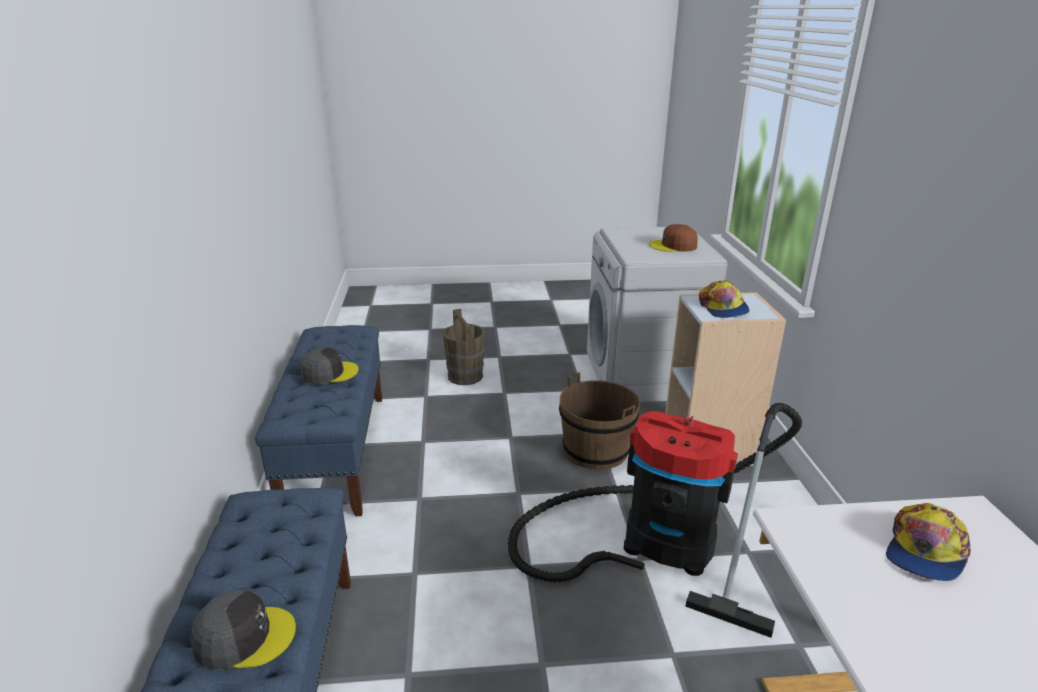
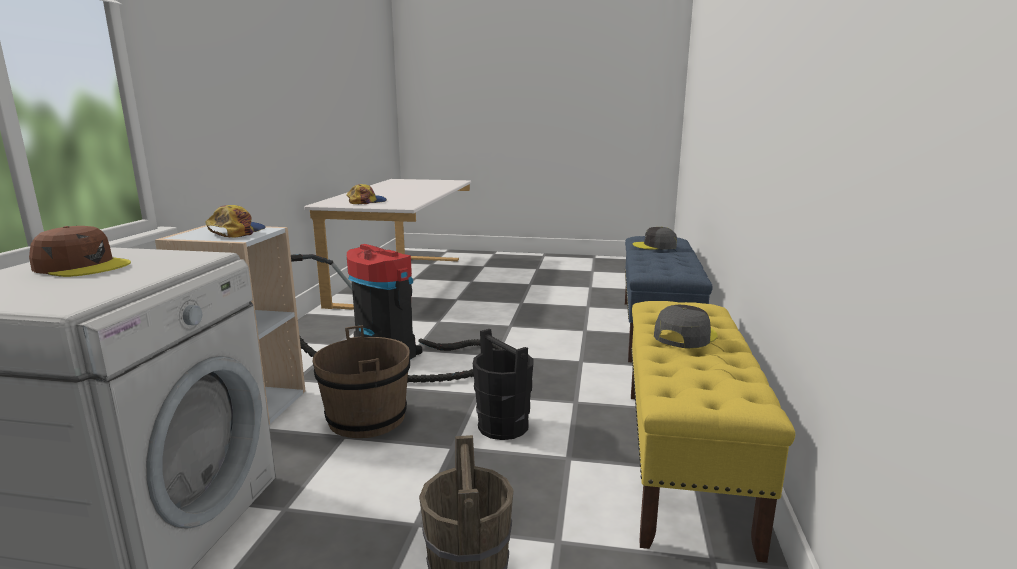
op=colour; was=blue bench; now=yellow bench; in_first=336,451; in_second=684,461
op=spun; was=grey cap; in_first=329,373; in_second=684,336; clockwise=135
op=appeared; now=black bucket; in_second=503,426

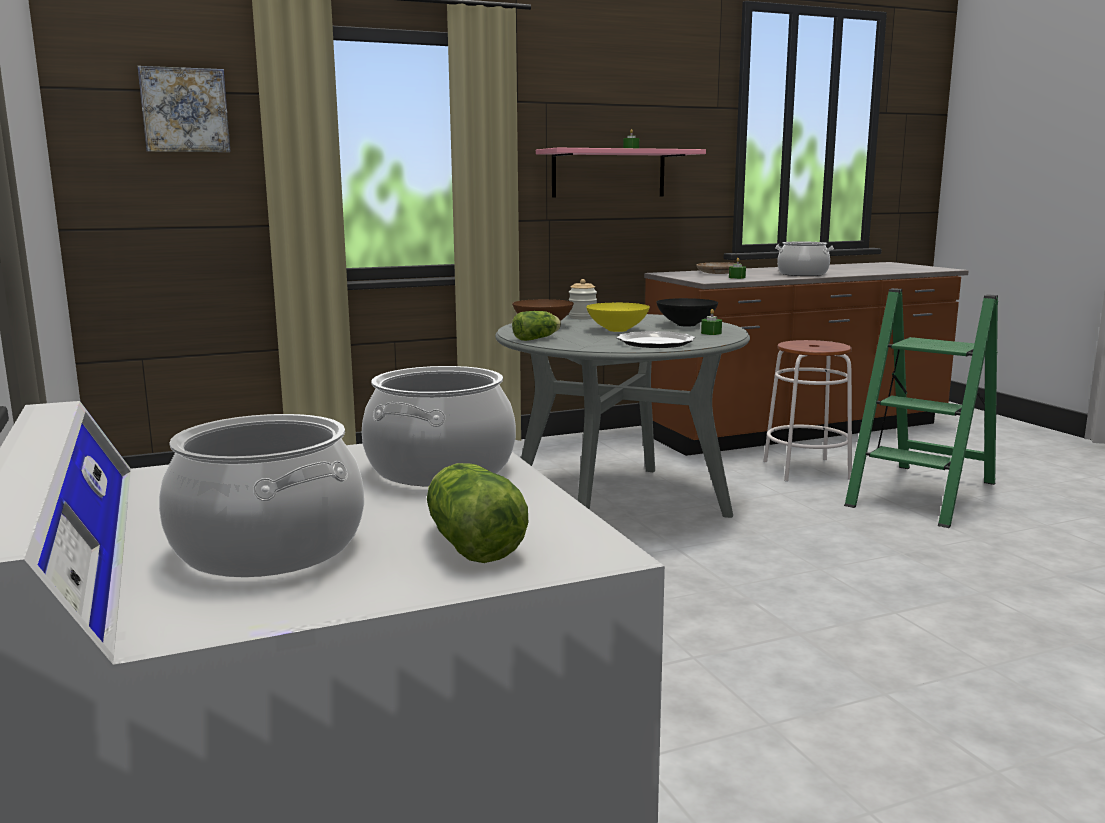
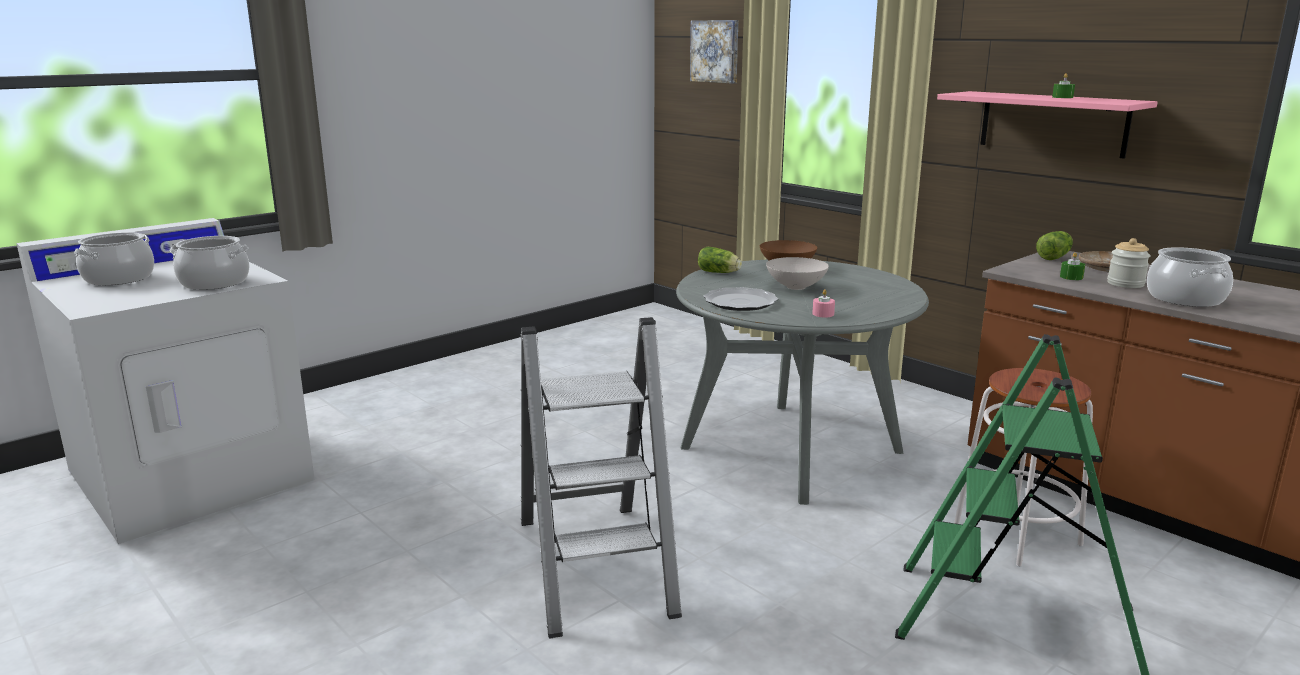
op=relocated; was=lettuce; in_first=471,543; in_second=1055,257
op=relocated; was=jar; in_first=582,317; in_second=1125,284
op=colour; was=yellow bowl; now=white bowl; in_first=618,330; in_second=795,287
op=missing; was=black bowl; in_first=685,324
op=colour; was=green candle; now=pink candle; in_first=711,333; in_second=823,314
op=appeared; now=grey step ladder; in_second=594,564

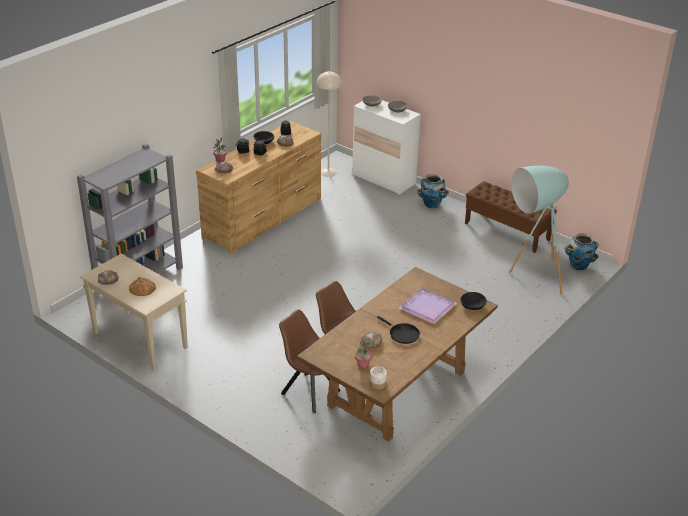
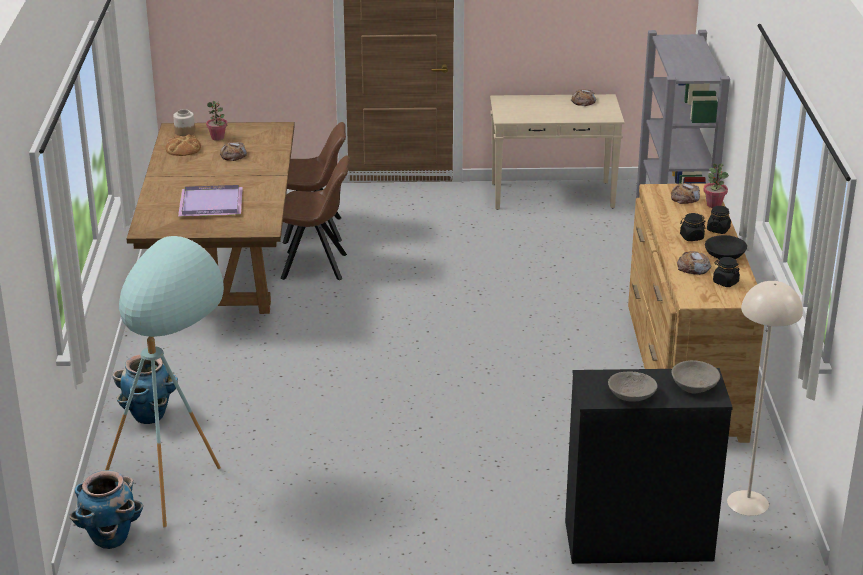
op=relocated; was=bread; in_first=142,288; in_second=183,148
op=colour; was=white dresser; now=black dresser; in_first=383,179; in_second=638,541
op=missing; was=black frying pan; in_first=402,334
op=relocated; was=planter; in_first=431,204; in_second=149,416
op=missing; was=black bowl; in_first=473,305
op=missing; was=brown bench; in_first=507,231

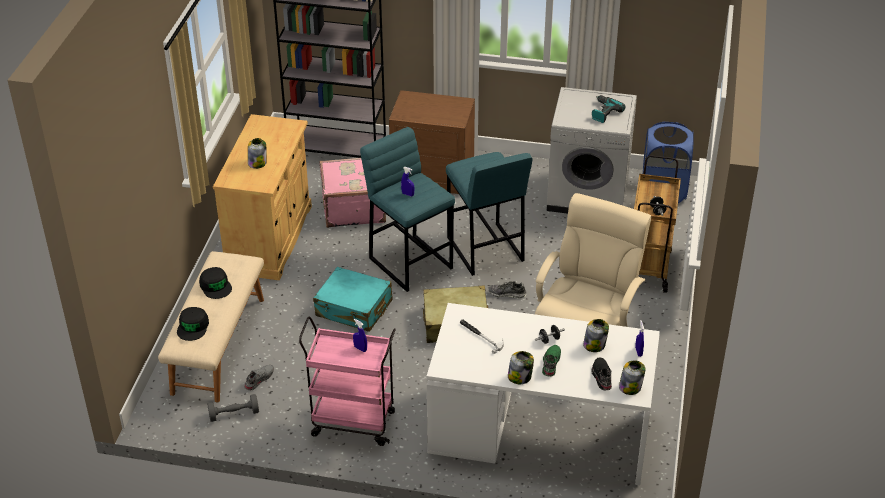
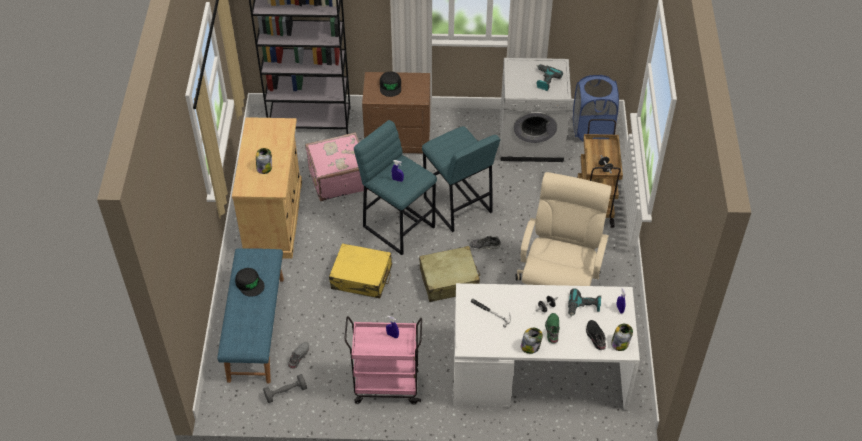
op=colour; was=beige bench; now=blue bench; in_first=217,345; in_second=255,328
op=relocated; was=black cap; in_first=193,327; in_second=390,86
op=colour; was=turquoise suitcase; now=yellow suitcase; in_first=354,308; in_second=361,277
op=exchanged; was=jar; now=power drill; in_first=594,345; in_second=583,307

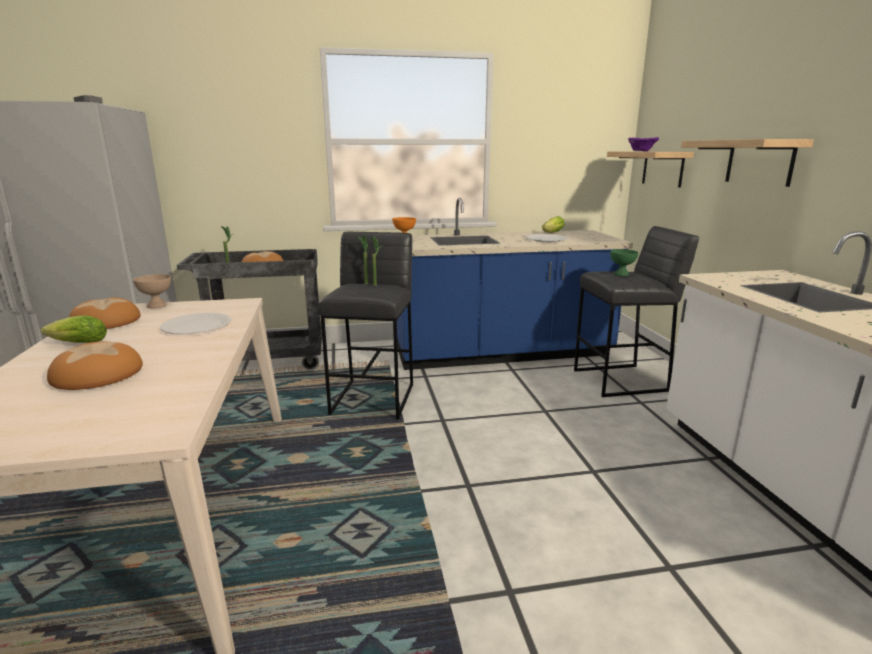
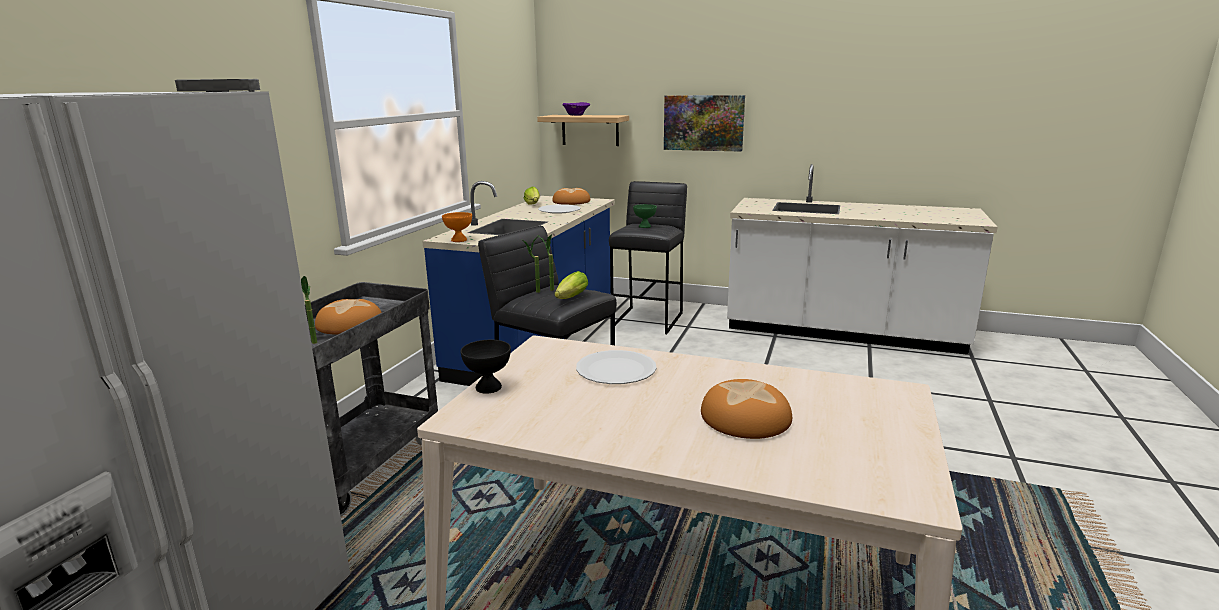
op=relocated; was=lettuce; in_first=76,343; in_second=570,299
op=relocated; was=bread; in_first=107,321; in_second=571,202
op=colour; was=beige bowl; now=black bowl; in_first=157,305; in_second=487,387
op=exchanged; was=shelf; now=picture; in_first=759,162; in_second=703,123

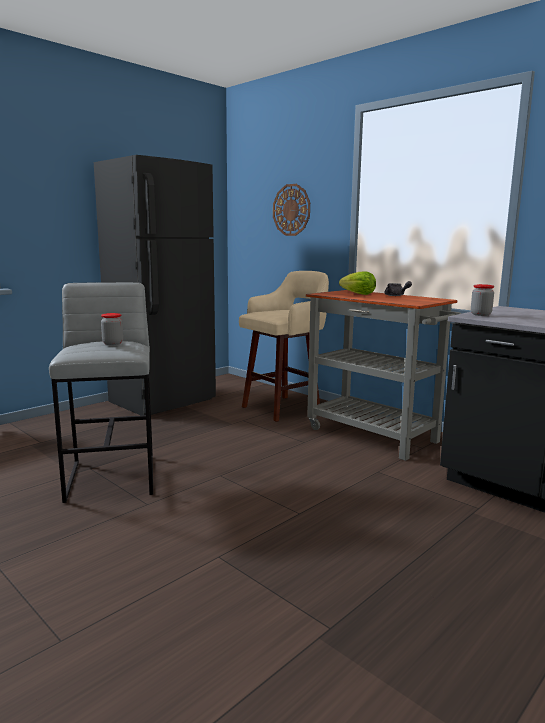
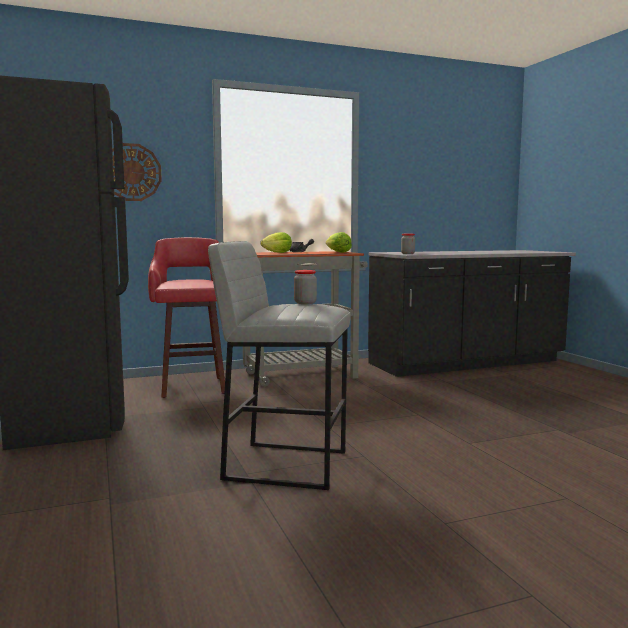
op=colour; was=beige stool; now=red stool; in_first=284,408; in_second=193,386
op=appeared; now=lettuce; in_second=338,252

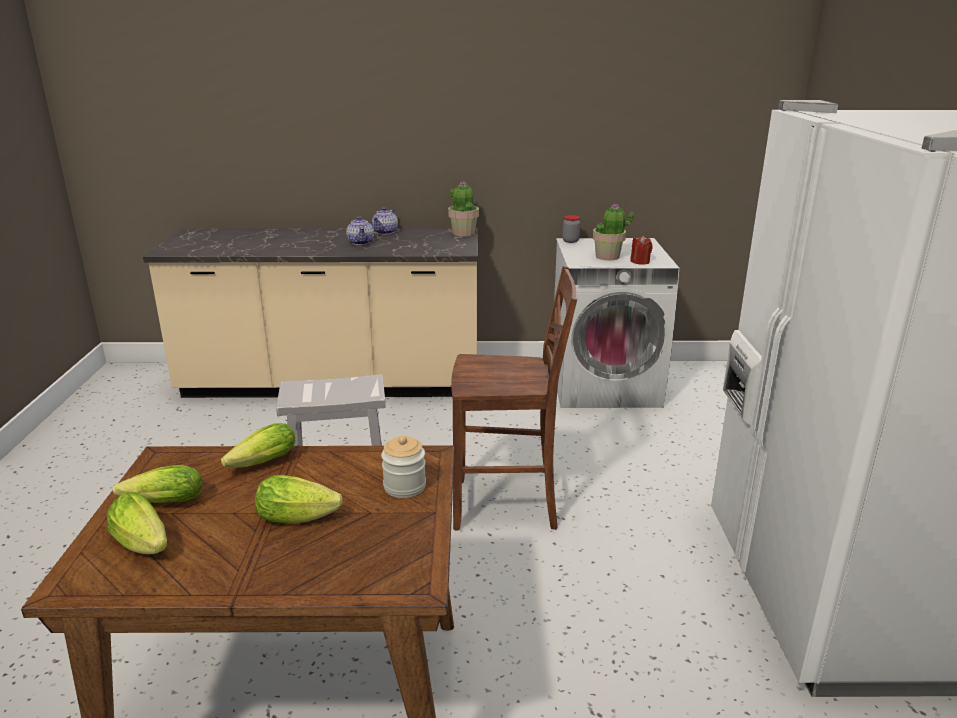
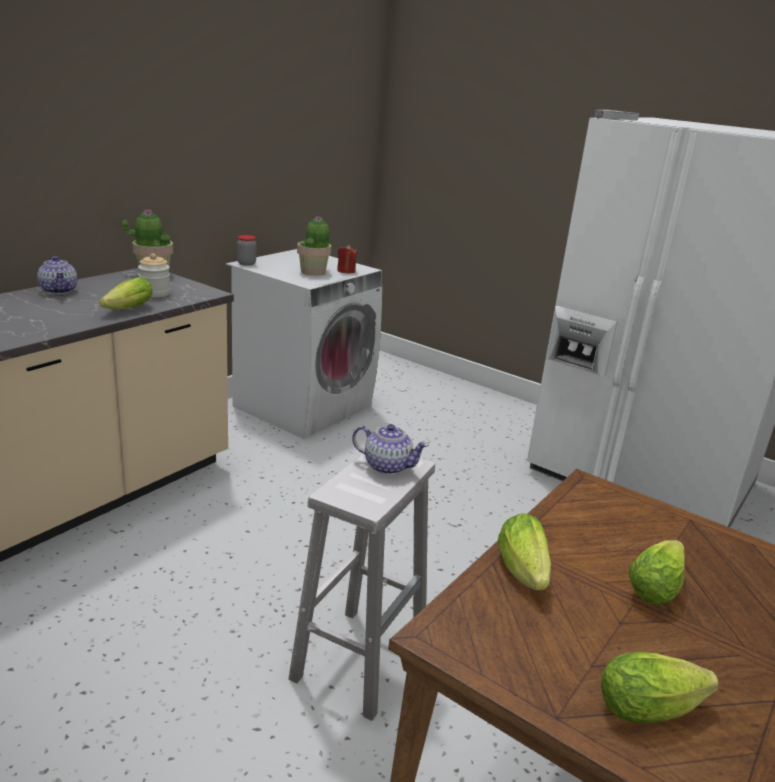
op=relocated; was=lettuce; in_first=161,503; in_second=126,310
op=relocated; was=teapot; in_first=361,242; in_second=387,466
op=relocated; was=jar; in_first=404,486; in_second=155,293
op=missing; was=brown chair; in_first=508,506

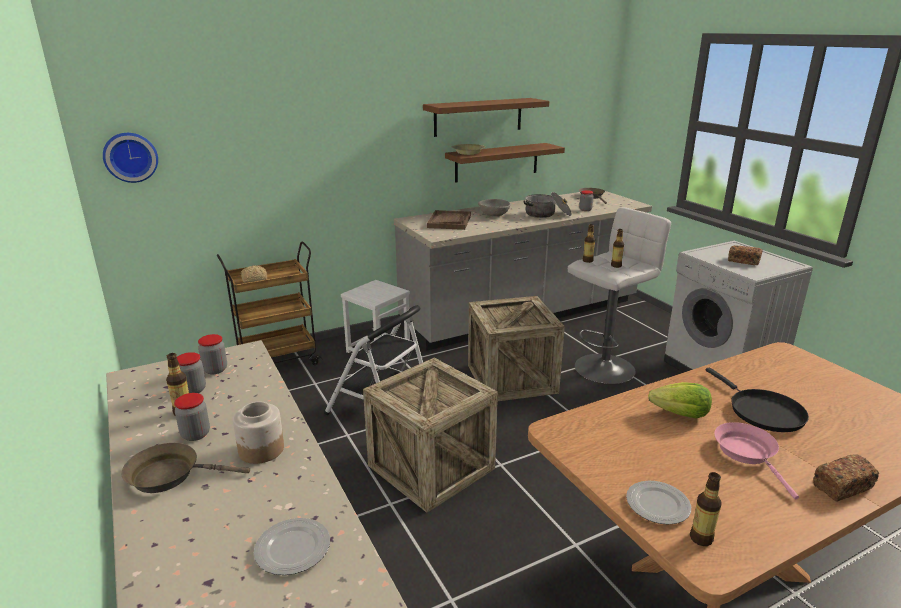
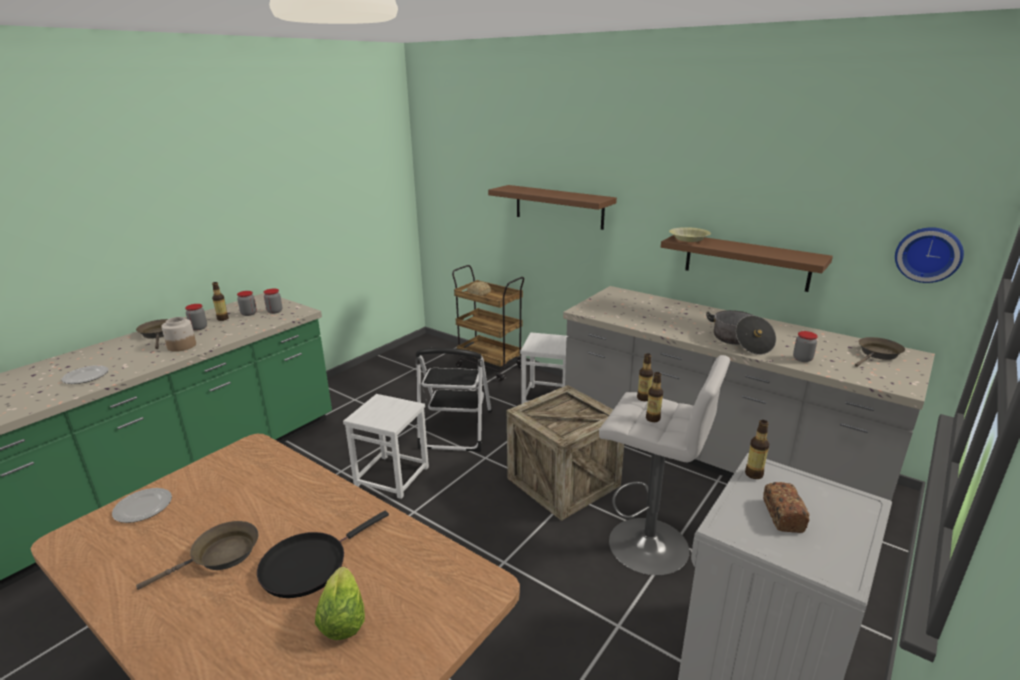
op=relocated; was=wall clock; in_first=130,157; in_second=928,254
op=exchanged; was=crate; now=white stool; in_first=431,467; in_second=392,476
op=relocated; was=brown shelf; in_first=478,117; in_second=558,206
op=missing; was=brown tray; in_first=449,221
op=missing; was=grey bowl; in_first=494,215
op=relocated; was=lettuce; in_first=680,415; in_second=342,620
op=relocated; was=bottle; in_first=701,538; in_second=753,474
op=colour; was=pink frying pan; now=brown frying pan; in_first=748,454; in_second=220,556
op=missing; was=bread; in_first=842,487

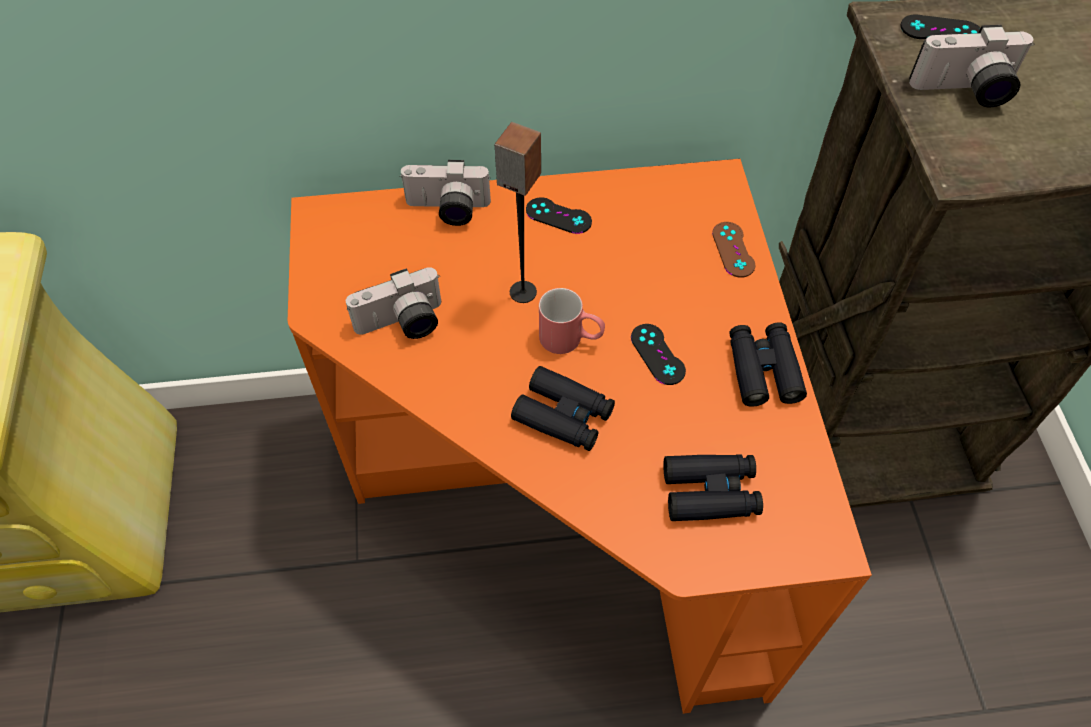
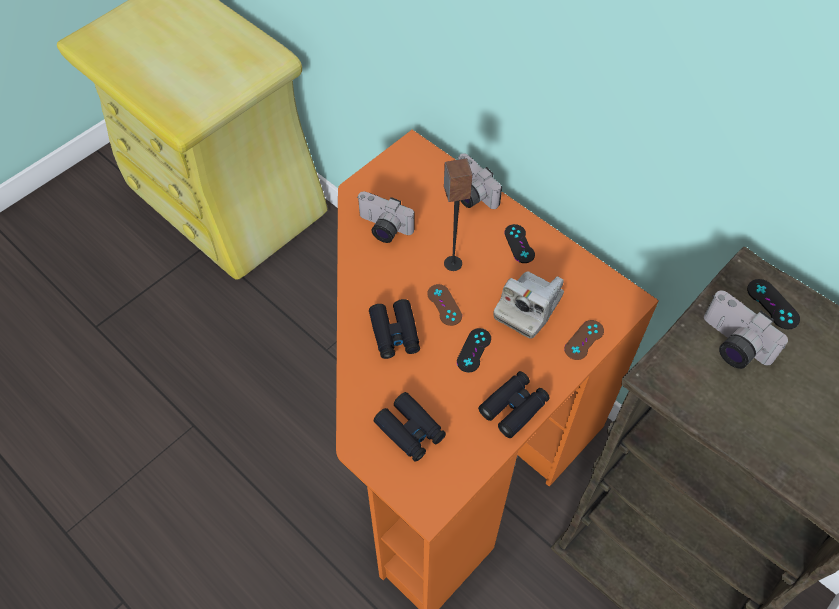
op=exchanged; was=red mug; now=brown game controller; in_first=571,339; in_second=444,305
op=appeared; now=photo camera; in_second=528,308

